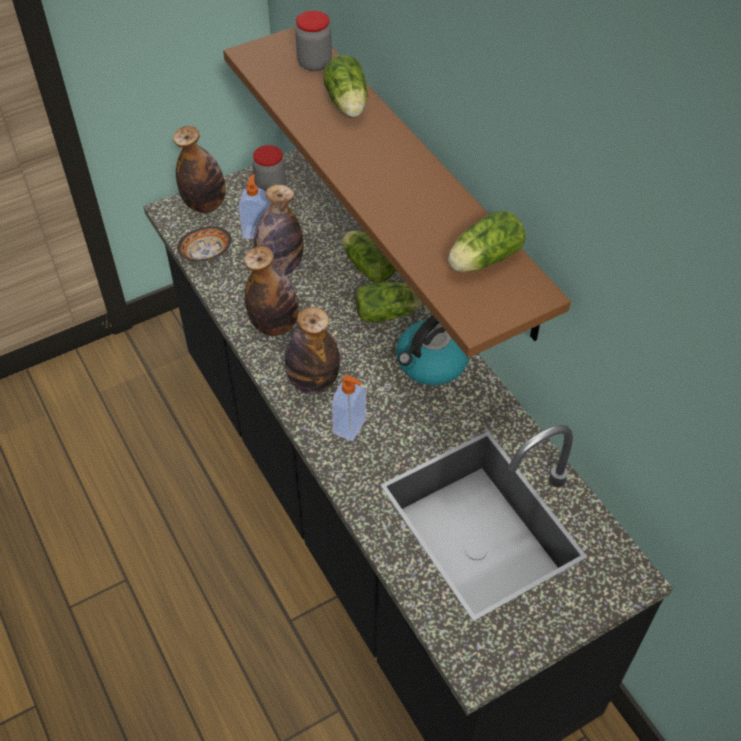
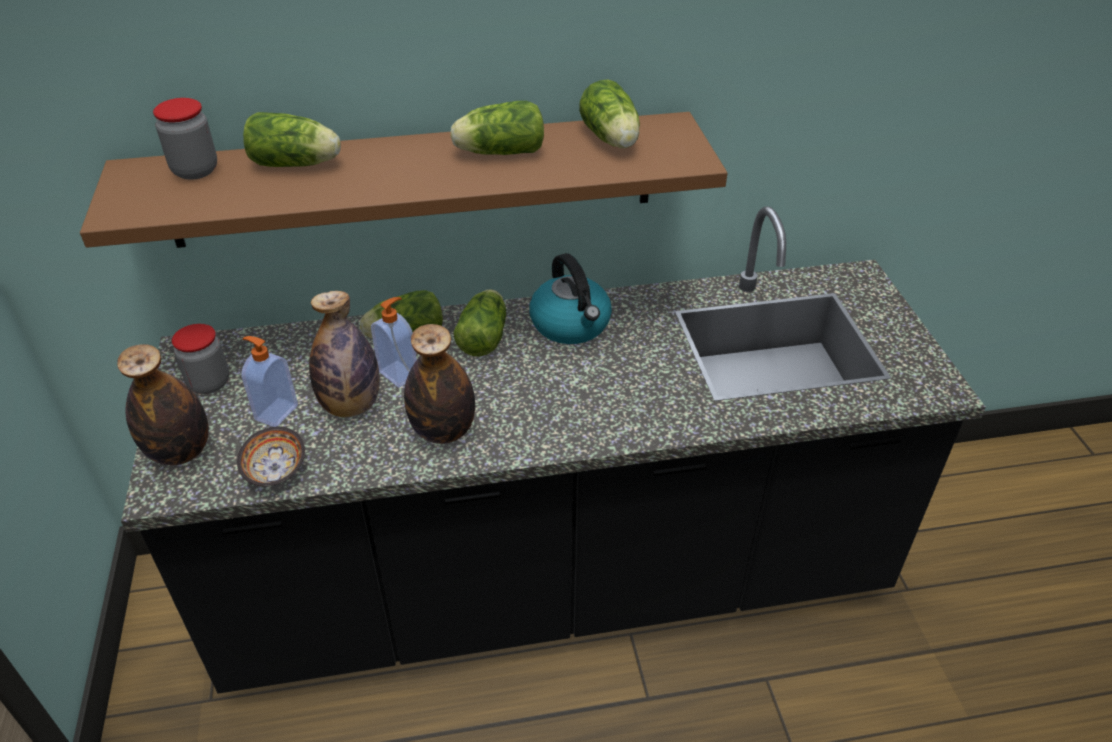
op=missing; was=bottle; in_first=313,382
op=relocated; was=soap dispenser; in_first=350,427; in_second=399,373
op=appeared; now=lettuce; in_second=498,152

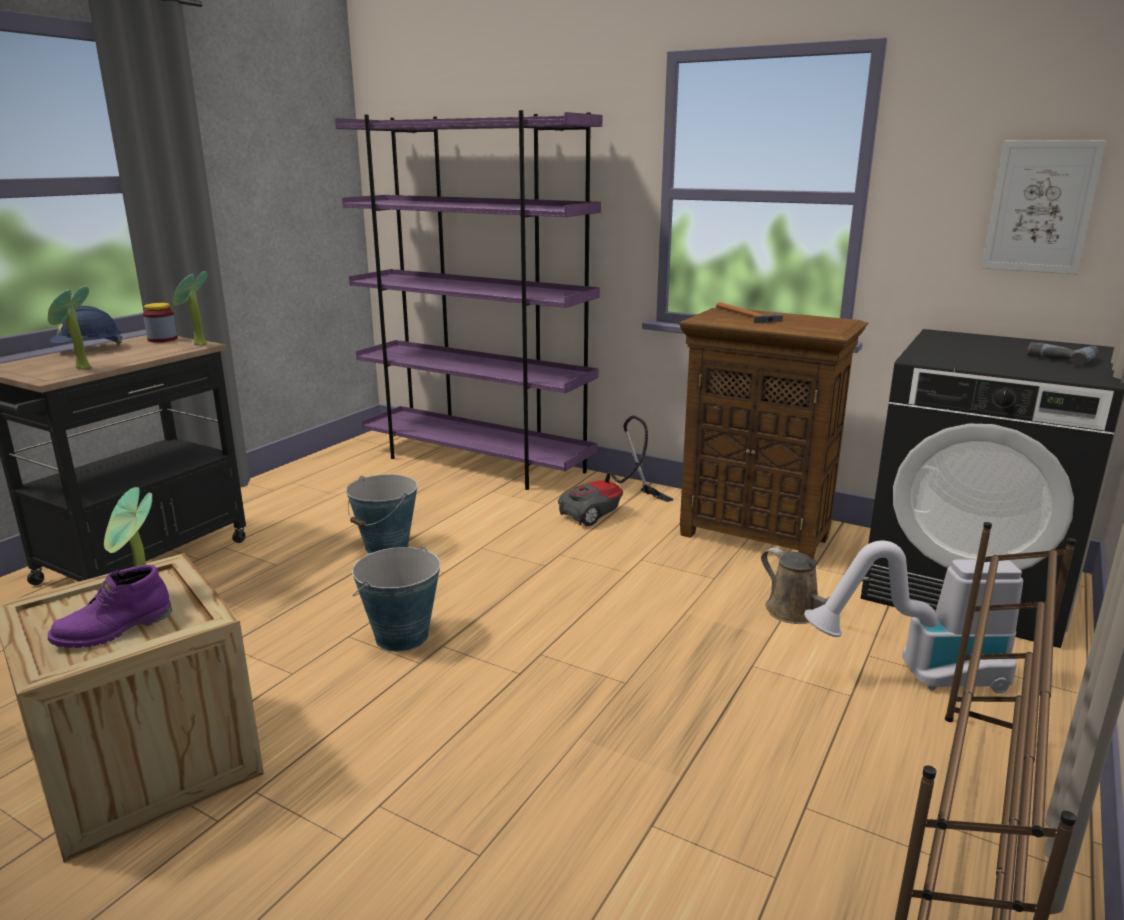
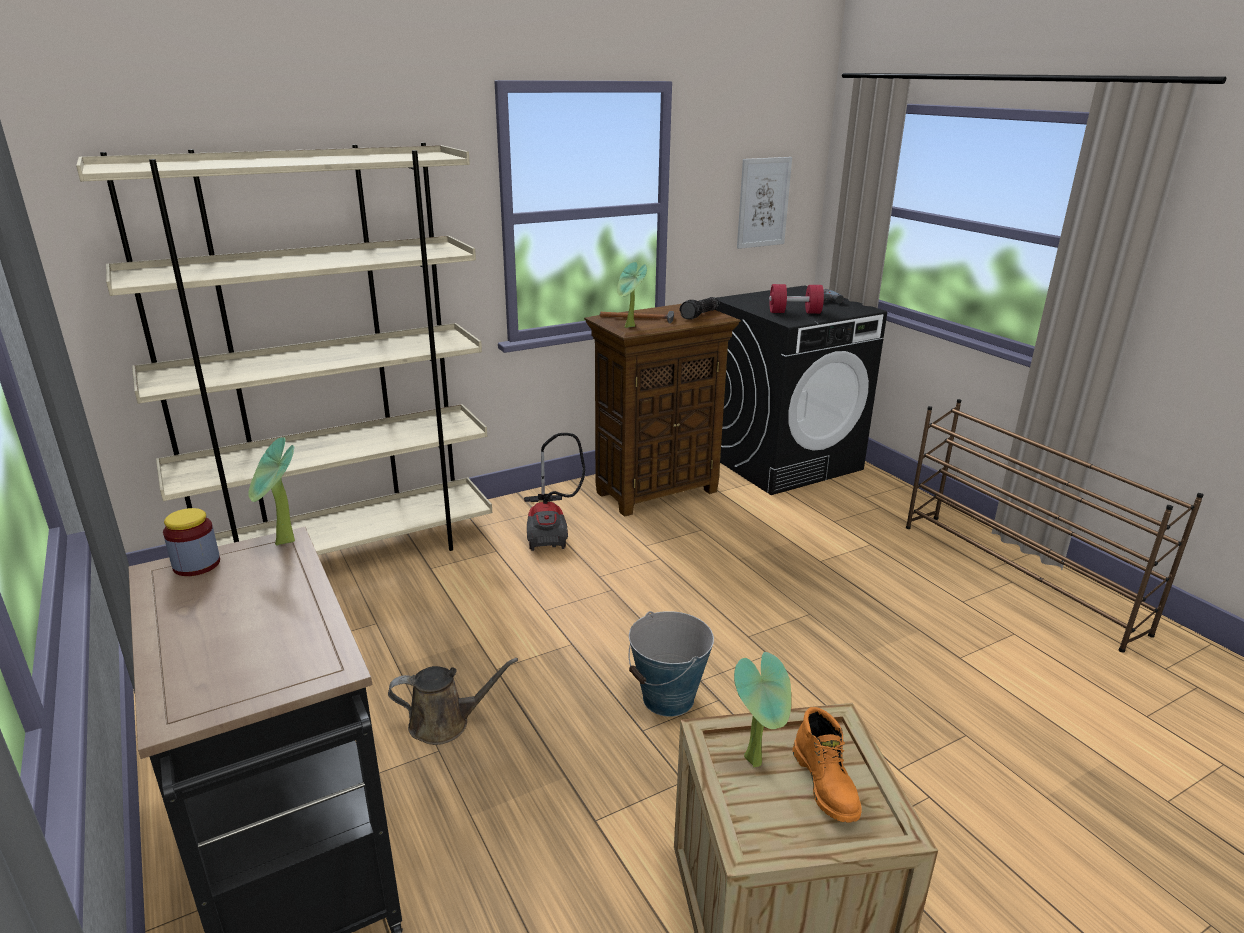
op=relocated; was=potted plant; in_first=79,369; in_second=629,327
op=colour; was=purple boot; now=orange boot; in_first=114,630; in_second=826,784
op=missing; was=blue hard hat; in_first=88,349
op=colour; was=purple bookcase; now=beige bookcase; in_first=477,463; in_second=347,555
op=missing; was=bucket; in_first=387,546
op=relocated; was=brown watering can; in_first=798,612; in_second=445,723
op=missing; was=vacuum cleaner; in_first=918,675
op=appeared; now=flashlight; in_second=700,315
op=appeared; now=red dumbbell; in_second=794,312

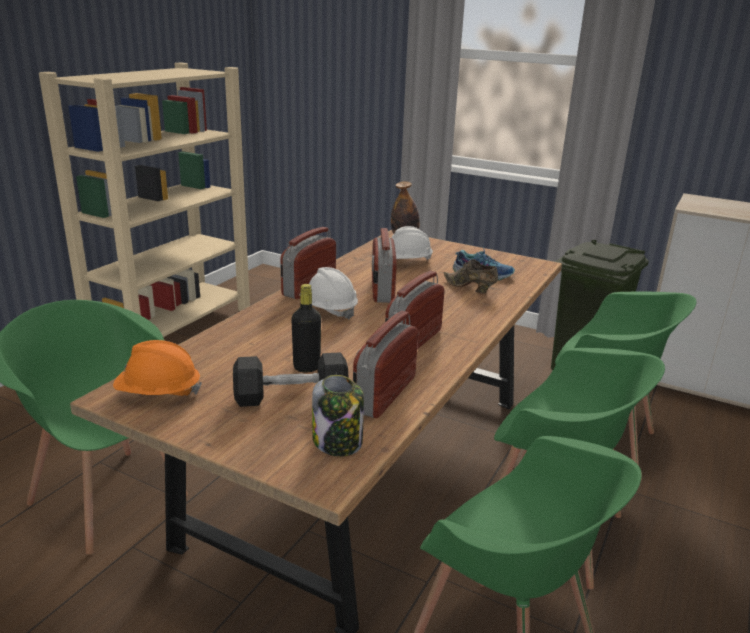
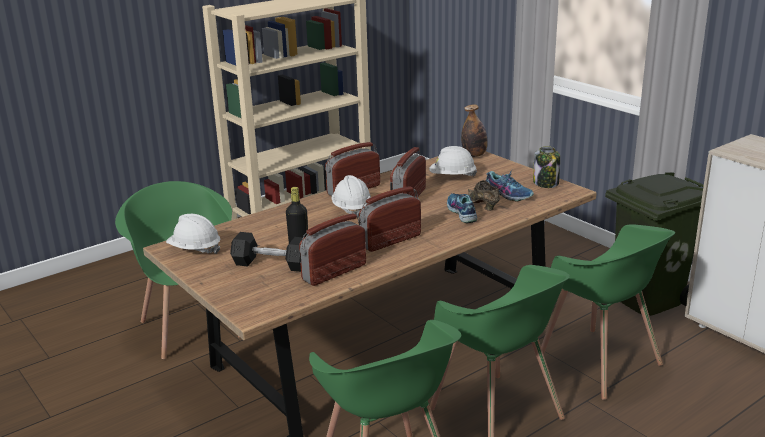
op=colour; was=orange hard hat; now=white hard hat; in_first=158,393; in_second=195,250
op=relocated; was=jar; in_first=338,442; in_second=546,183
op=appeared; now=shoe; in_second=461,213

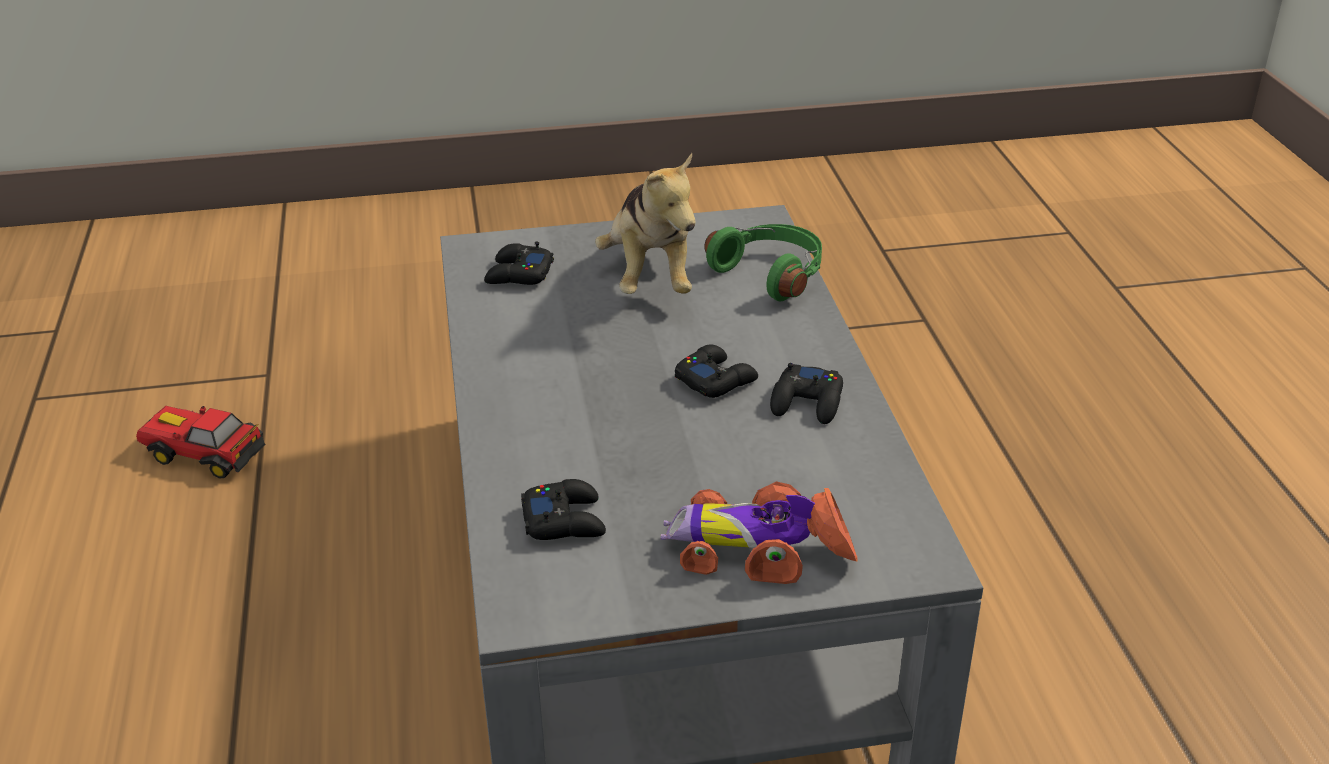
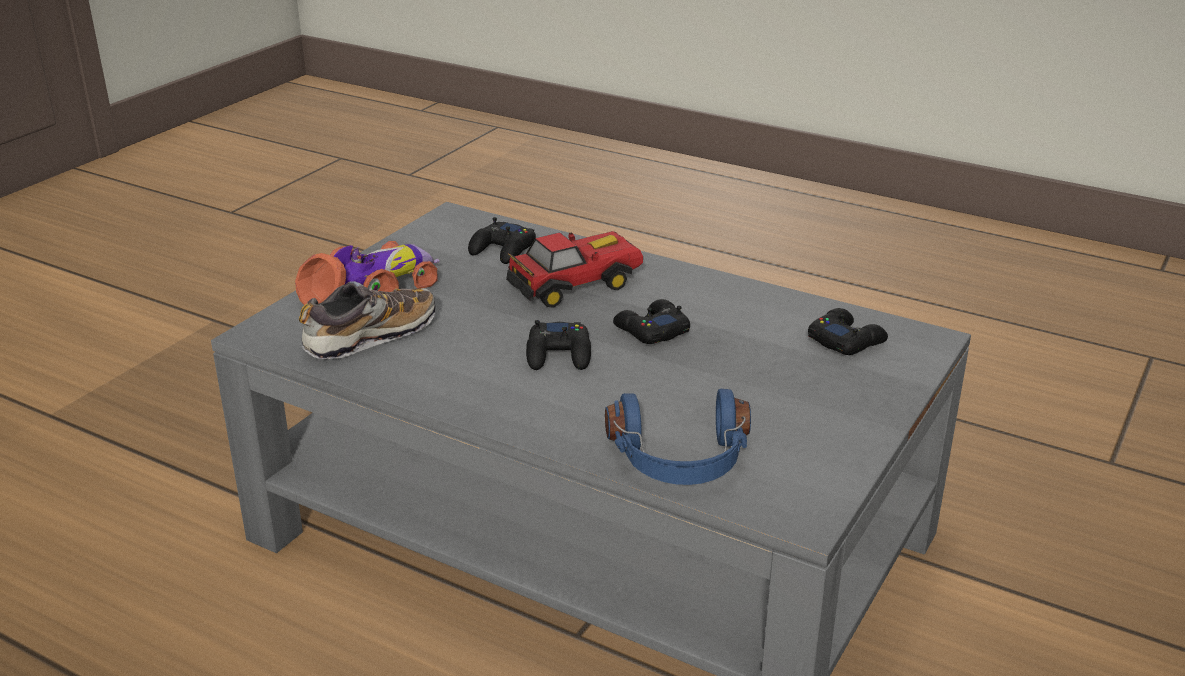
op=relocated; was=toy car; in_first=203,453; in_second=576,284
op=missing; was=plush toy; in_first=650,276
op=colour; was=green headphones; now=blue headphones; in_first=772,273; in_second=681,461
op=relocated; was=black game controller; in_first=807,402; in_second=651,330
op=appeared; now=shoe; in_second=370,337

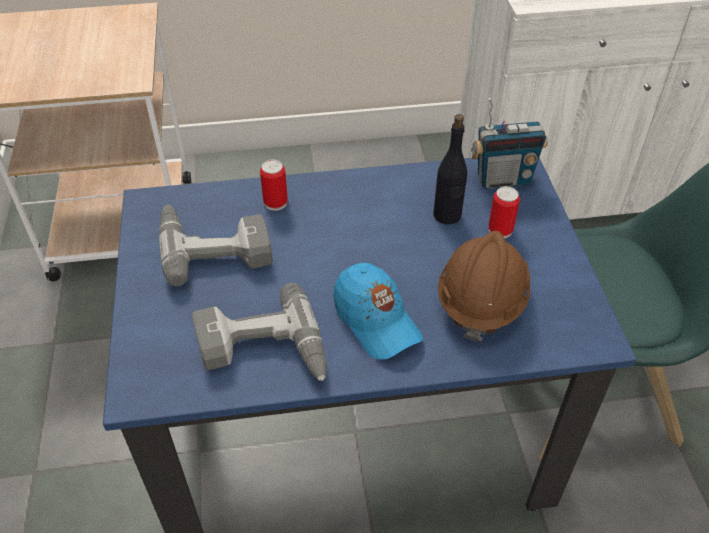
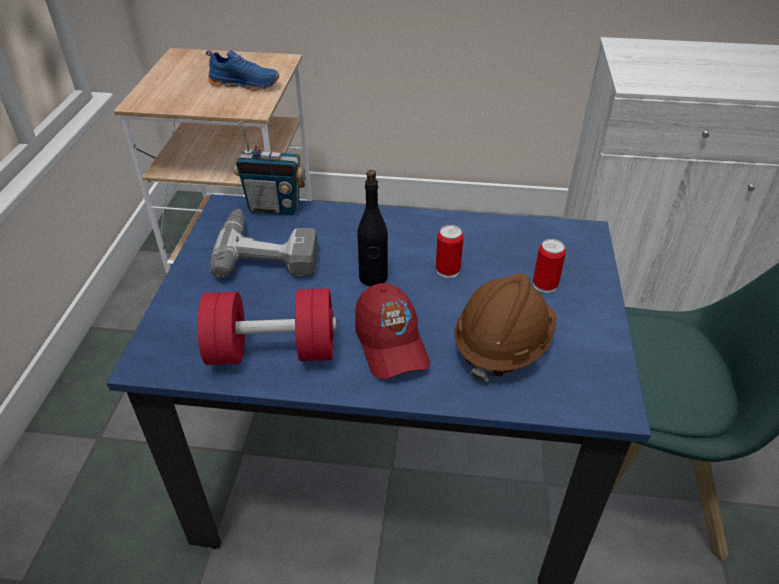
op=exchanged; was=power drill; now=red dumbbell; in_first=262,353; in_second=272,351
op=relocated; was=can; in_first=275,203; in_second=447,270
op=colour; was=blue cap; now=red cap; in_first=376,321; in_second=390,343
op=relocated; was=black bottle; in_first=447,215; in_second=373,278
op=relocated; was=radio; in_first=503,179; in_second=275,207
op=appeared; now=blue shoe; in_second=245,84

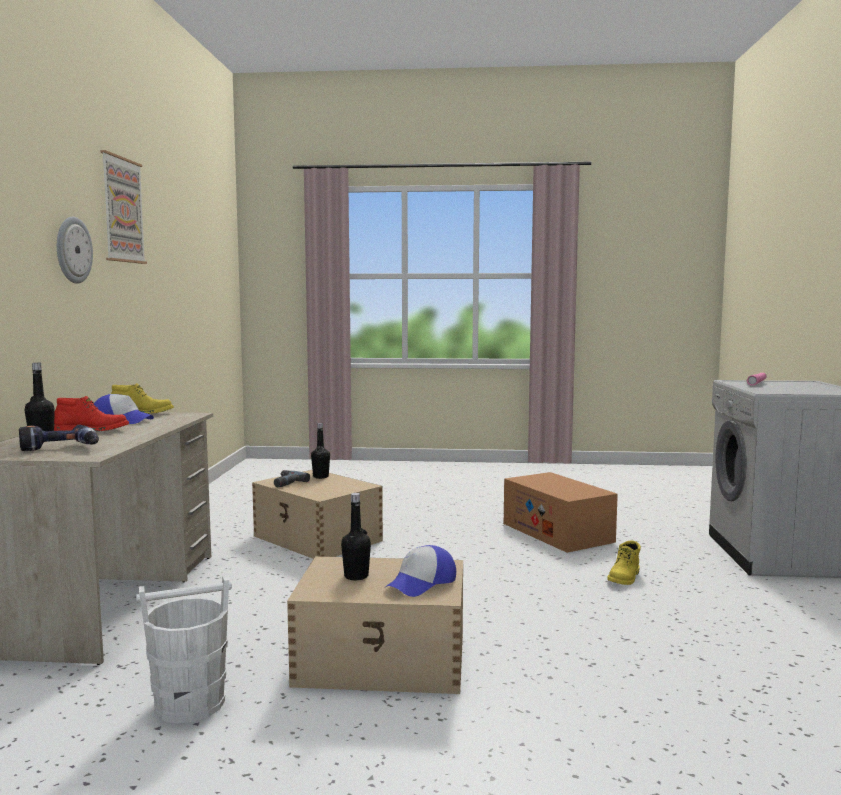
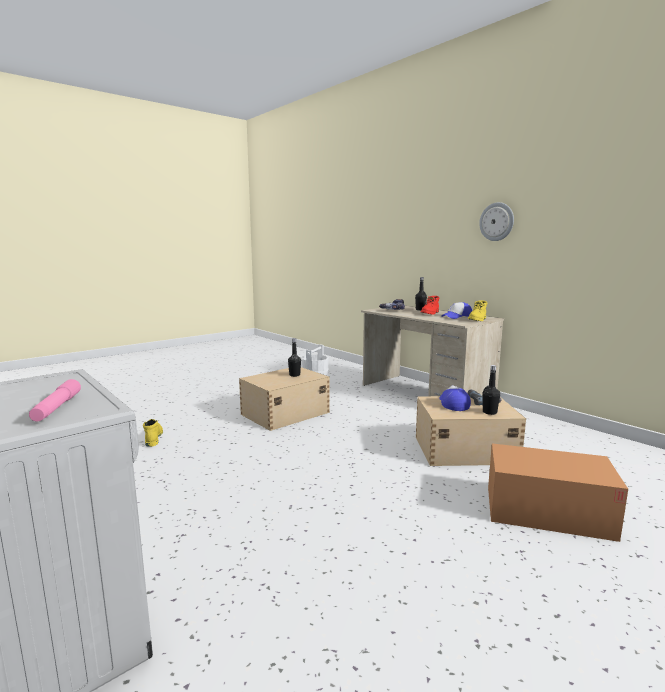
op=missing; was=picture; in_first=122,210
op=relocated; was=cap; in_first=421,583; in_second=453,404
op=relocated; was=cardboard box; in_first=557,532; in_second=547,512
op=relocated; was=yellow boot; in_first=625,578; in_second=153,438

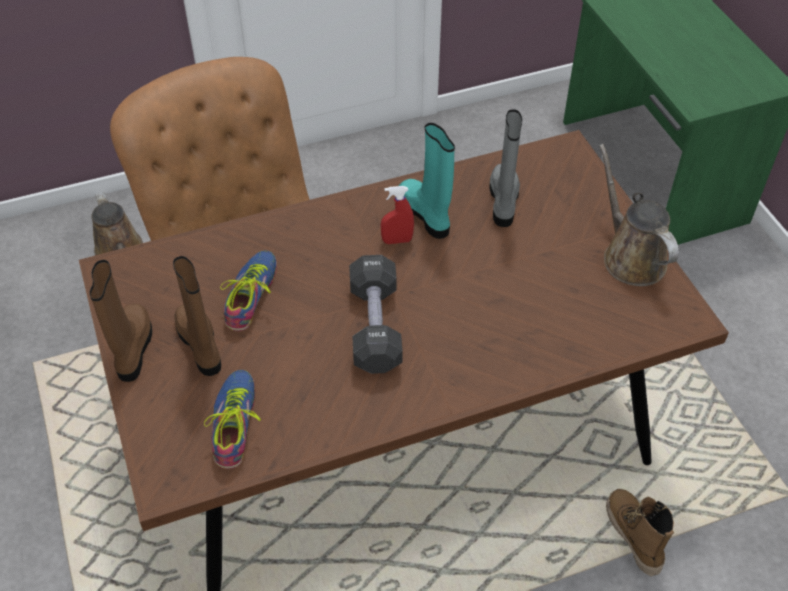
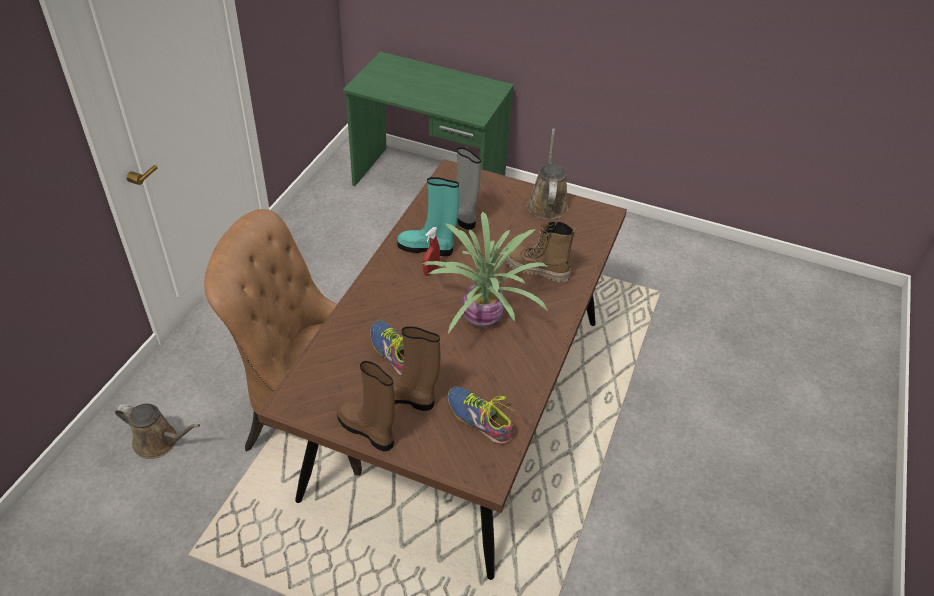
op=exchanged; was=black dumbbell; now=potted plant; in_first=375,327; in_second=480,319
op=spun; was=brown watering can; in_first=630,256; in_second=547,203; clockwise=75
op=relocated; was=boot; in_first=633,536; in_second=536,270

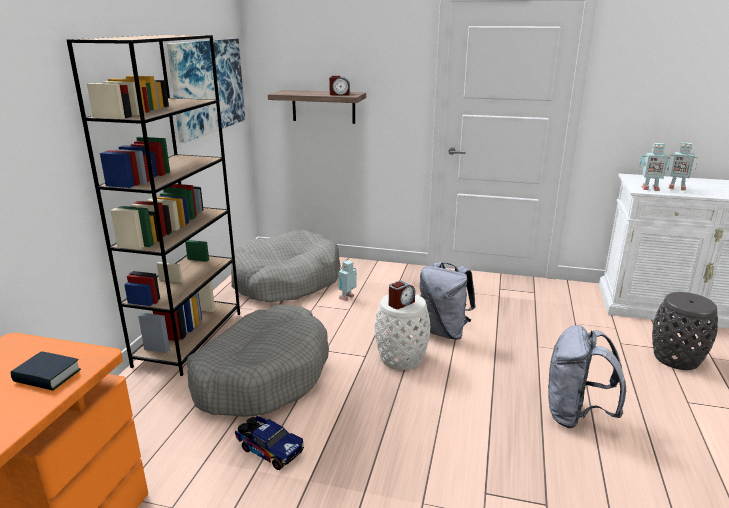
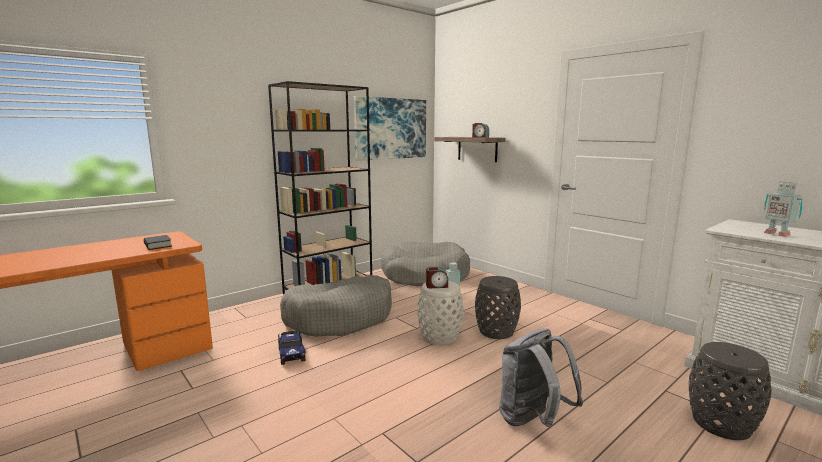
op=exchanged; was=grey backpack; now=grey stool; in_first=443,331; in_second=496,331
op=missing; was=toy robot; in_first=649,188

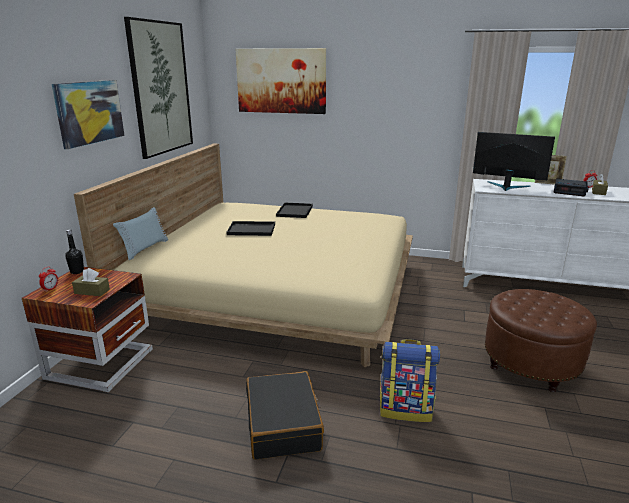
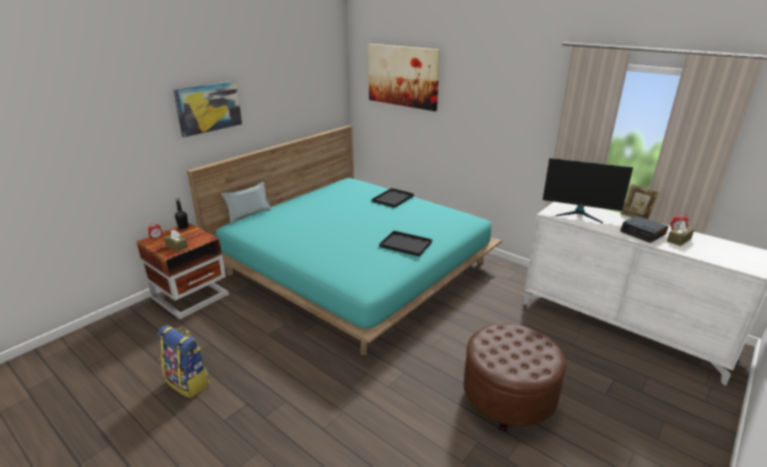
op=colour; was=beige bed; now=turquoise bed; in_first=280,290; in_second=356,267
op=missing; was=picture; in_first=161,88
op=relocated; was=black tray; in_first=252,229; in_second=406,244
op=missing; was=black suitcase; in_first=283,425
op=relocated; was=backpack; in_first=406,409; in_second=189,382
op=spun; was=monitor; in_first=506,186; in_second=579,214; clockwise=150

